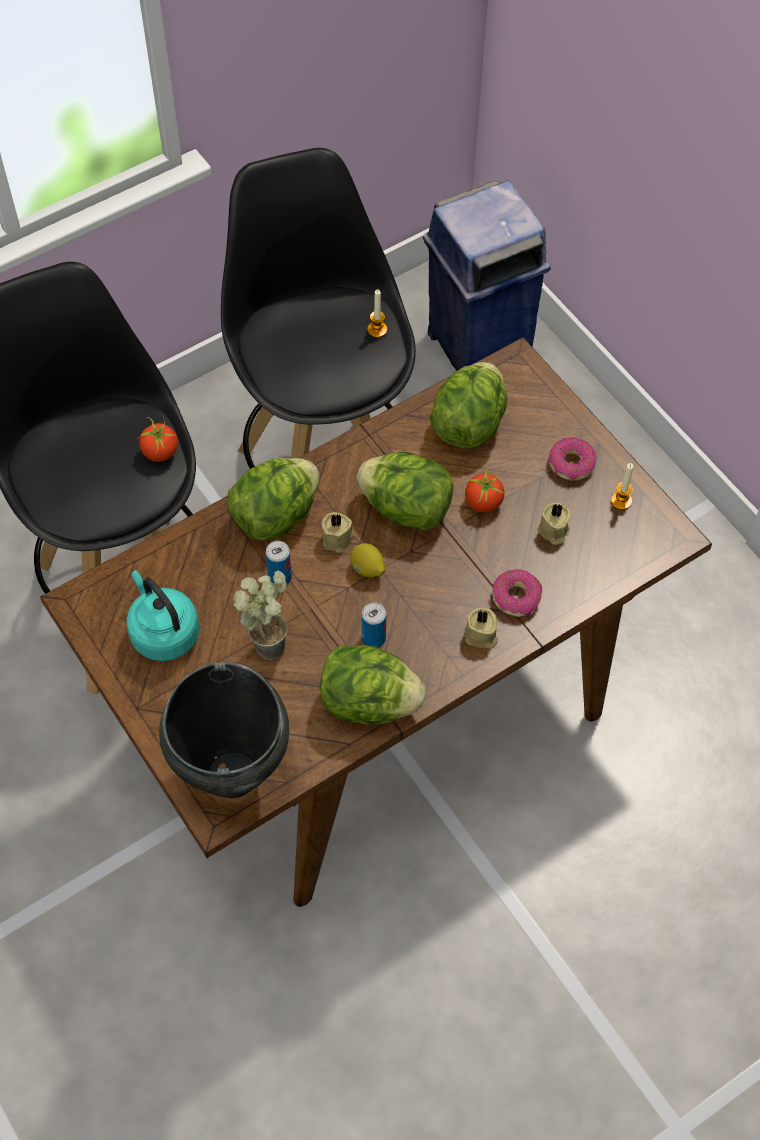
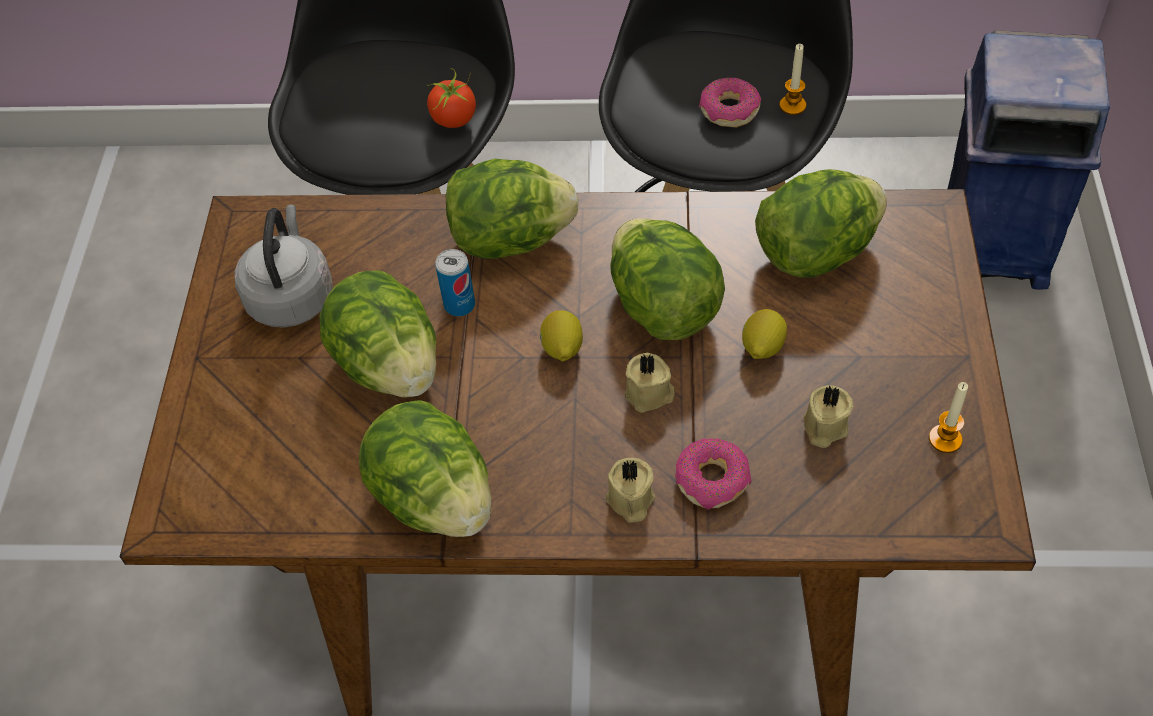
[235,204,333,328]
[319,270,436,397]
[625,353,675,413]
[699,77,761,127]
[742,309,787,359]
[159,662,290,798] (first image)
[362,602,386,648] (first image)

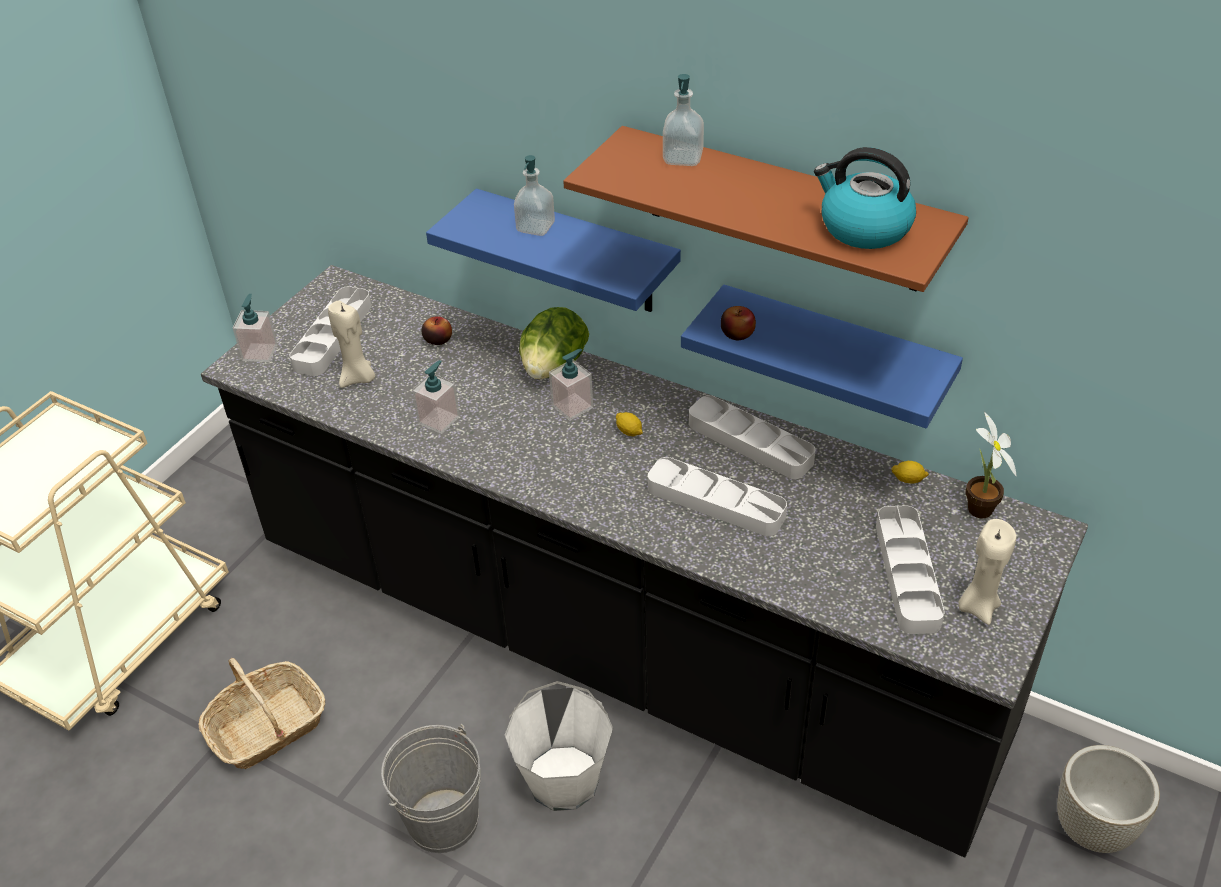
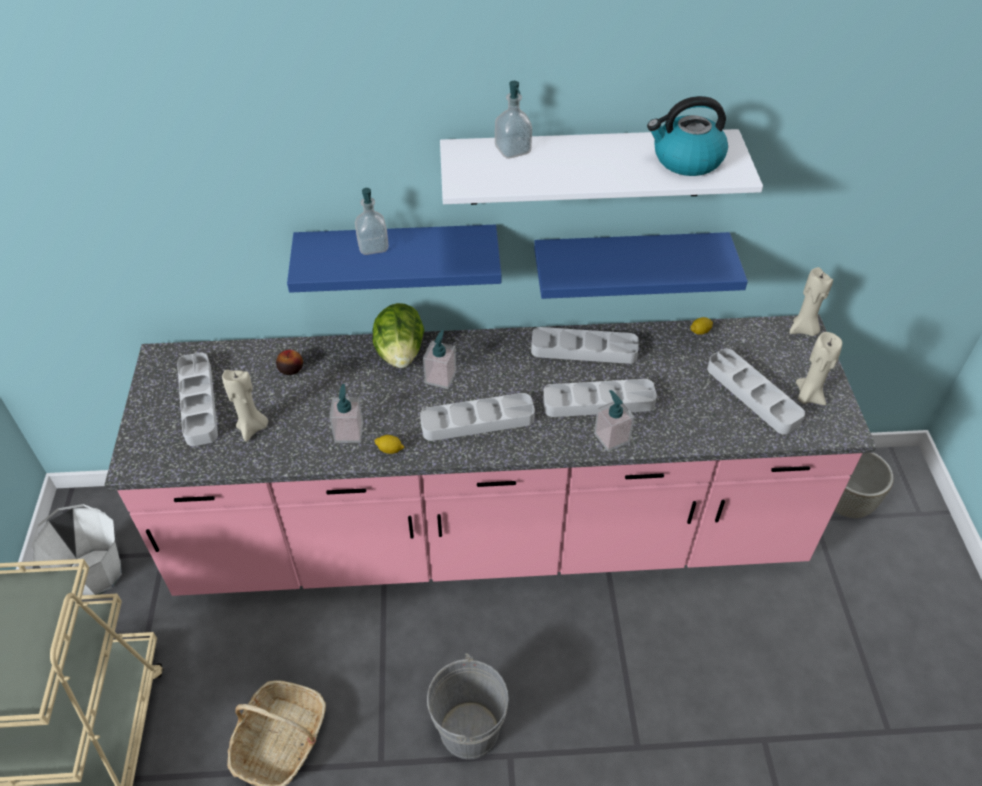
[31,504,122,595]
[105,315,876,596]
[374,435,404,454]
[420,393,535,441]
[440,129,763,205]
[594,390,634,451]
[789,267,833,336]
[721,306,756,340] (first image)
[966,412,1016,519] (first image)

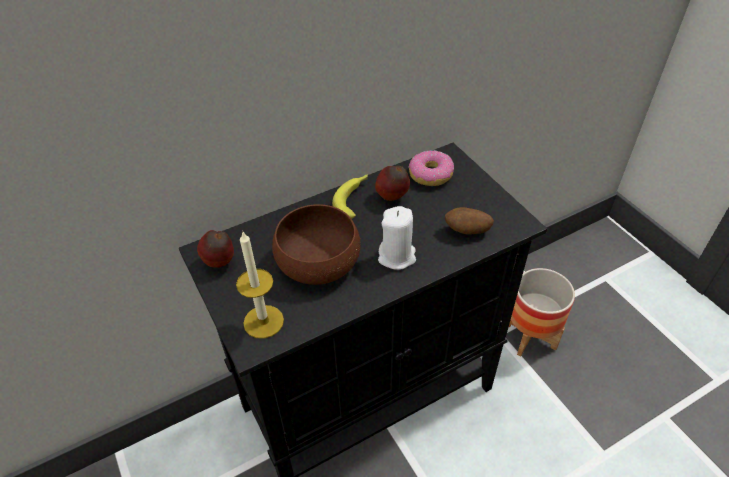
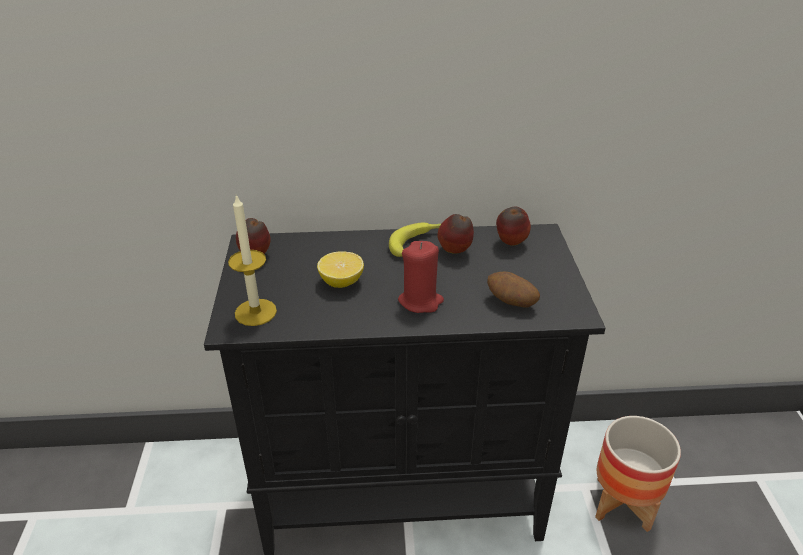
[317,251,364,288]
[398,241,444,313]
[496,207,531,246]

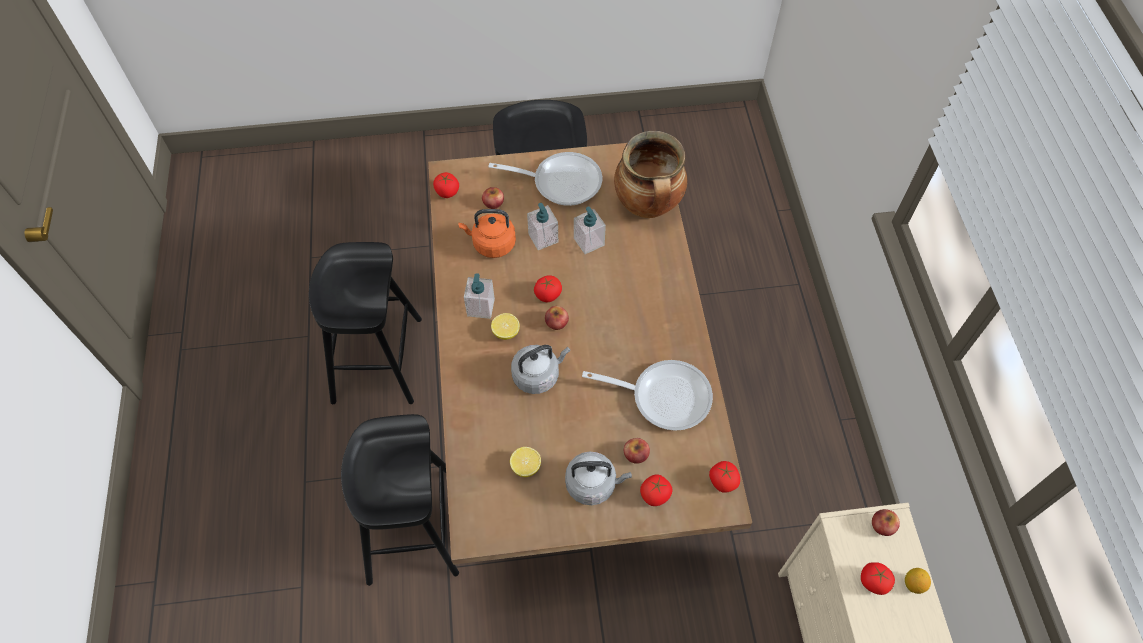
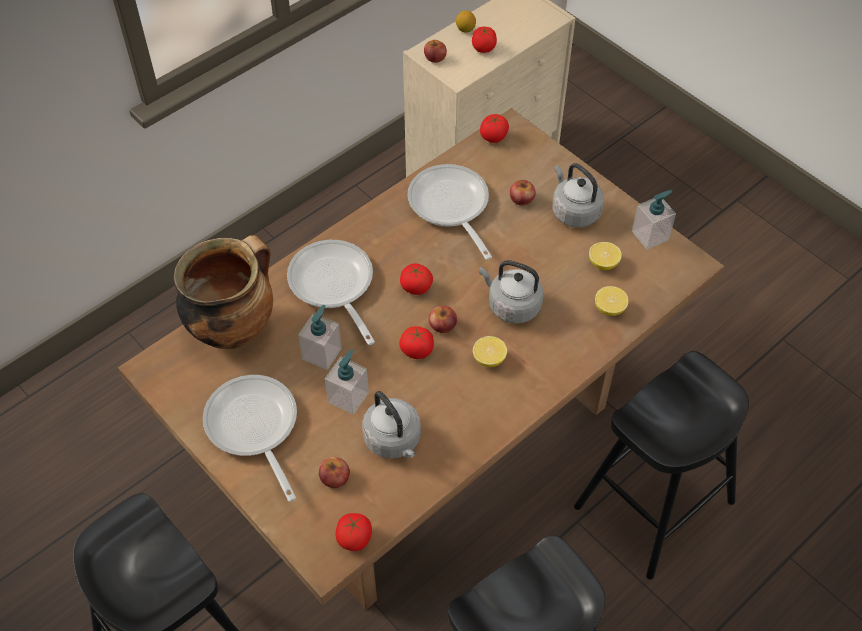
[287,240,375,345]
[362,391,421,459]
[400,263,433,295]
[595,286,629,316]
[632,190,676,250]

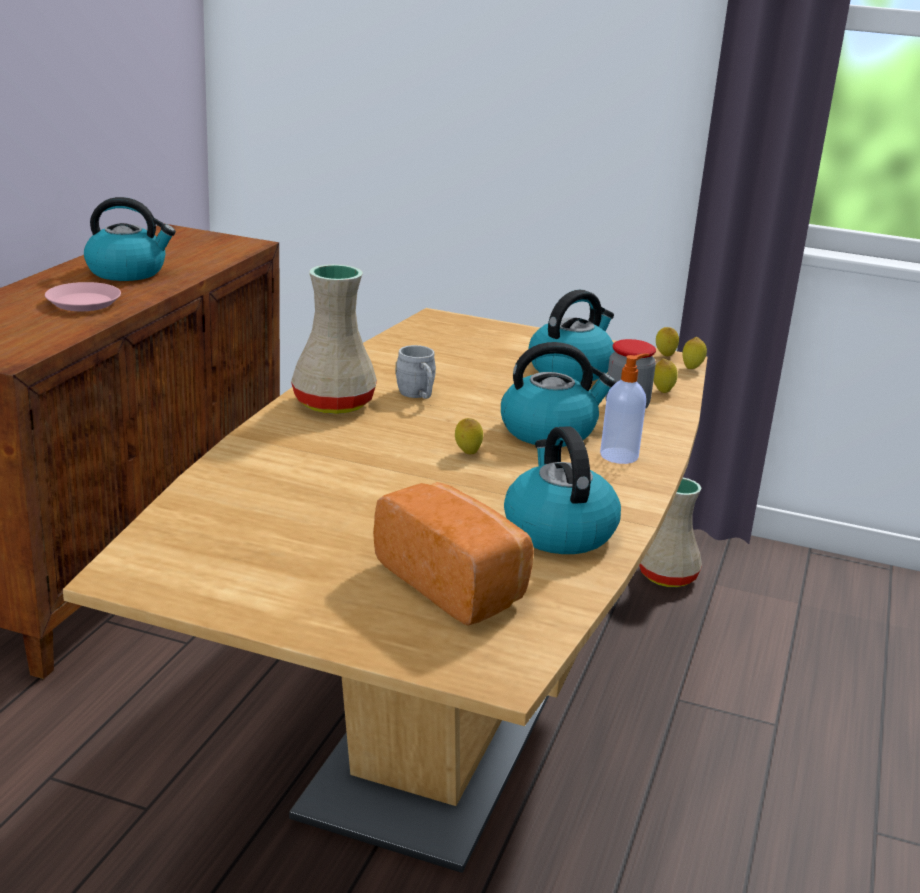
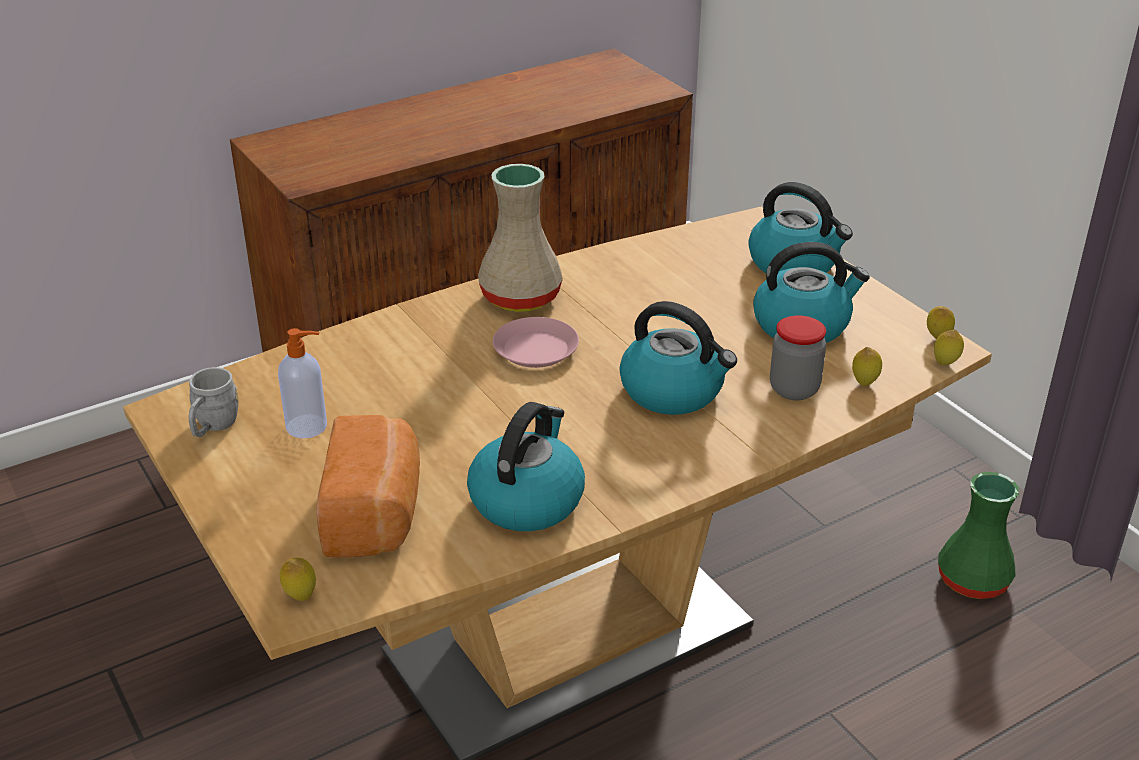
[189,367,239,437]
[278,328,327,438]
[280,558,316,601]
[493,317,579,368]
[748,182,853,273]
[938,472,1019,599]

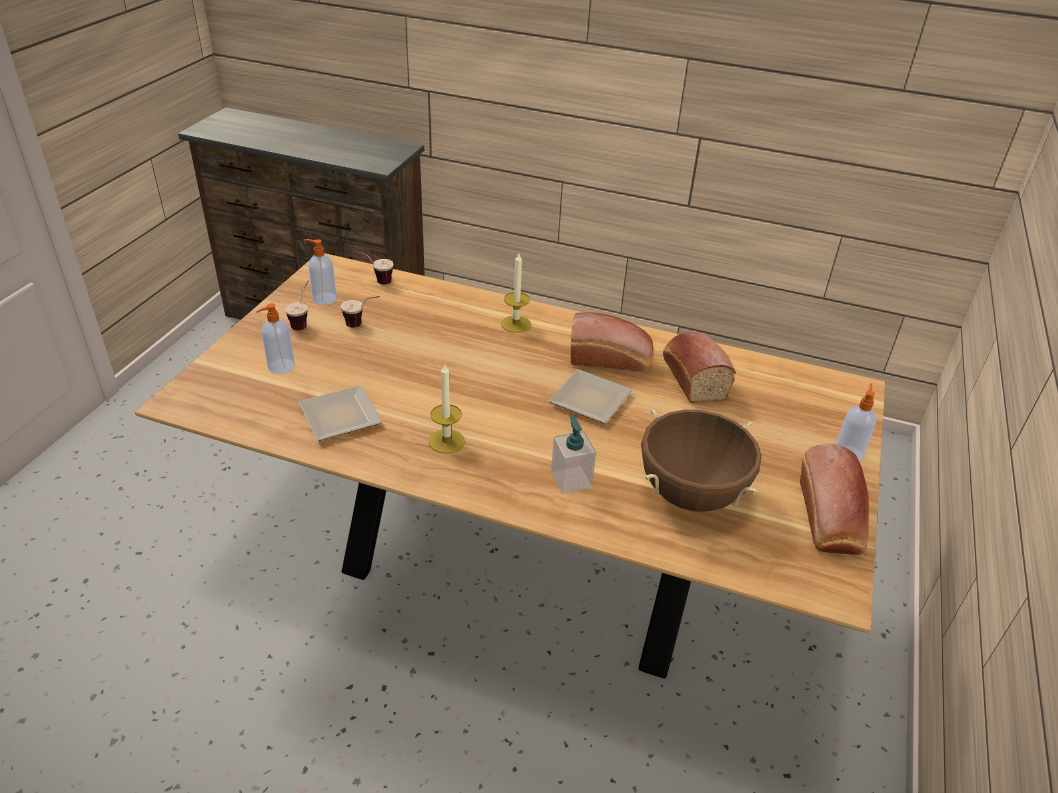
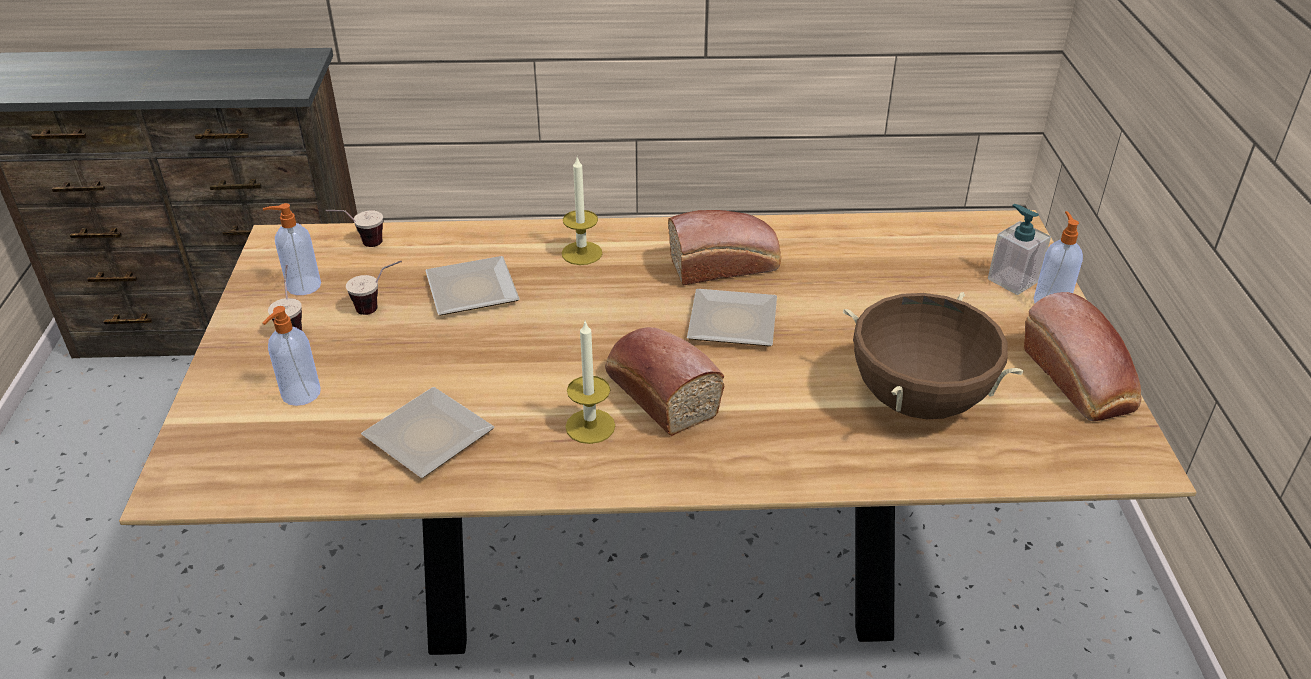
[425,256,519,316]
[605,327,724,436]
[988,204,1051,295]

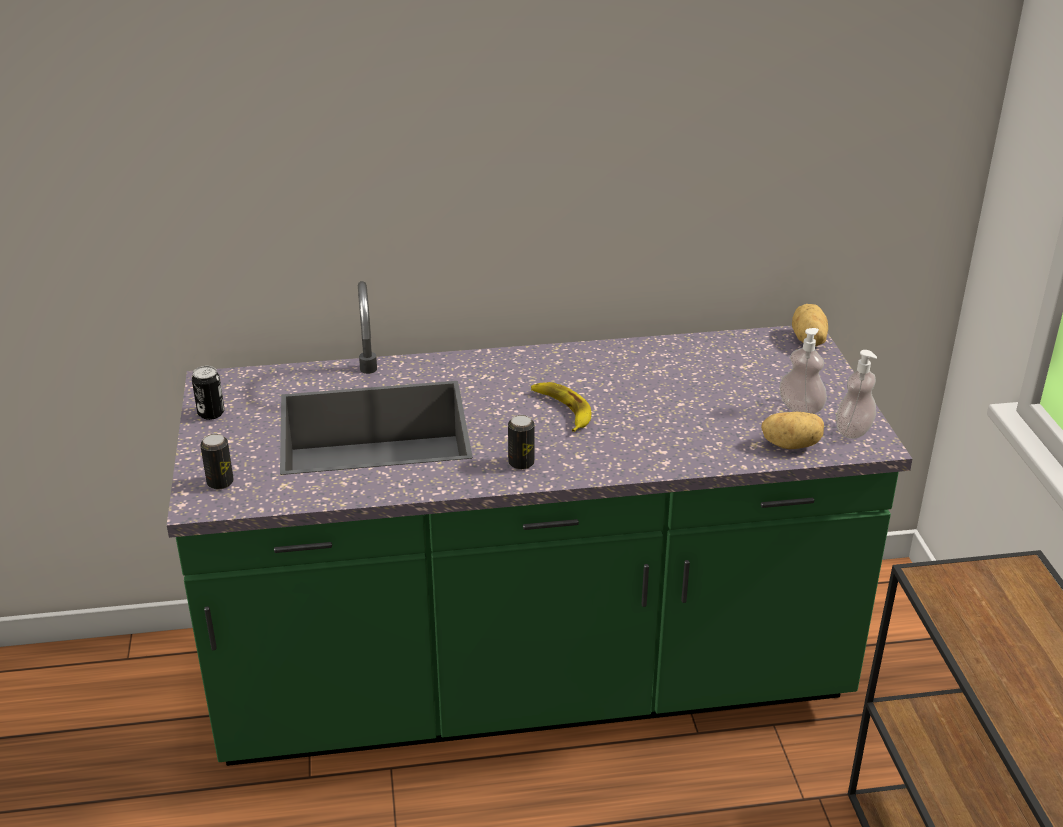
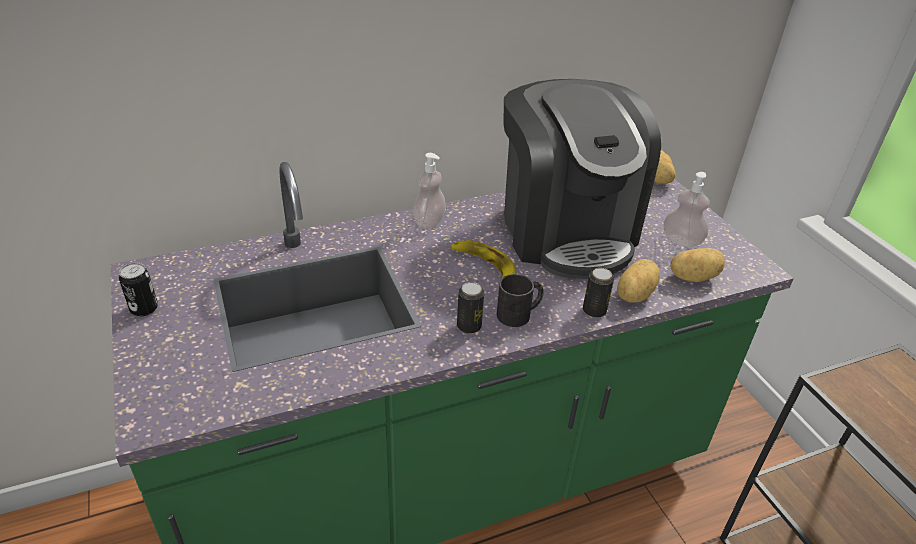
[413,153,446,228]
[497,274,544,327]
[504,79,661,279]
[583,268,614,318]
[617,259,660,303]

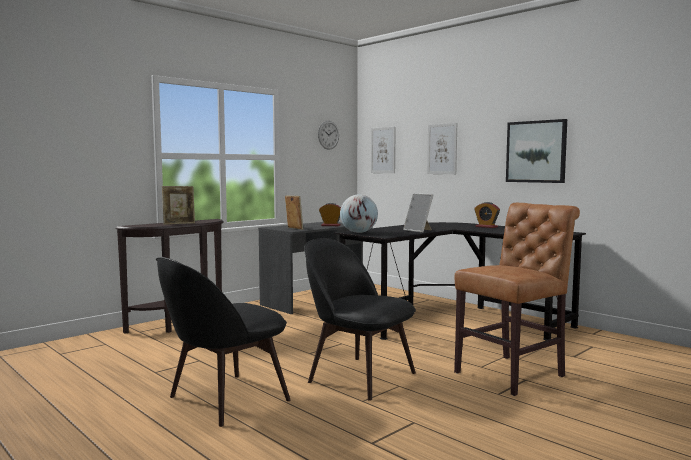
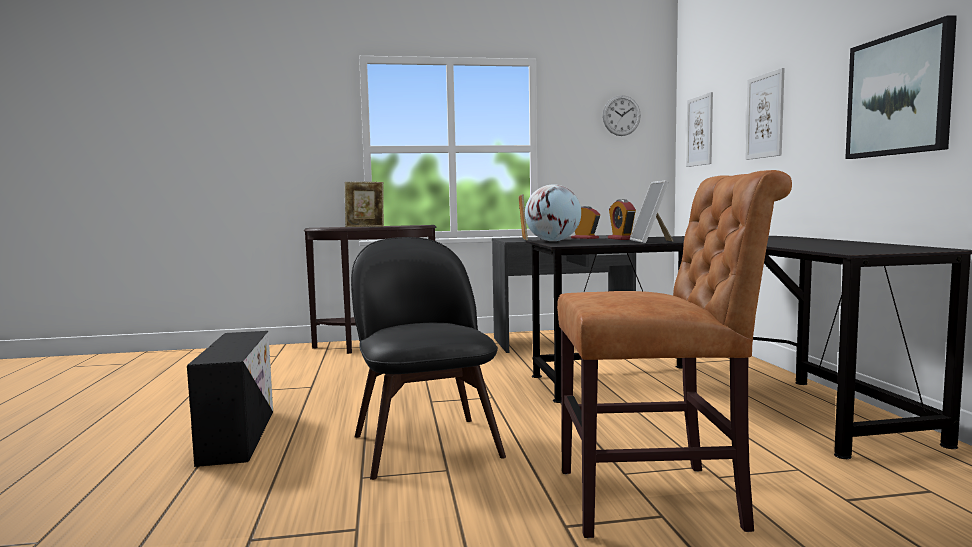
[187,331,273,467]
[608,199,636,240]

